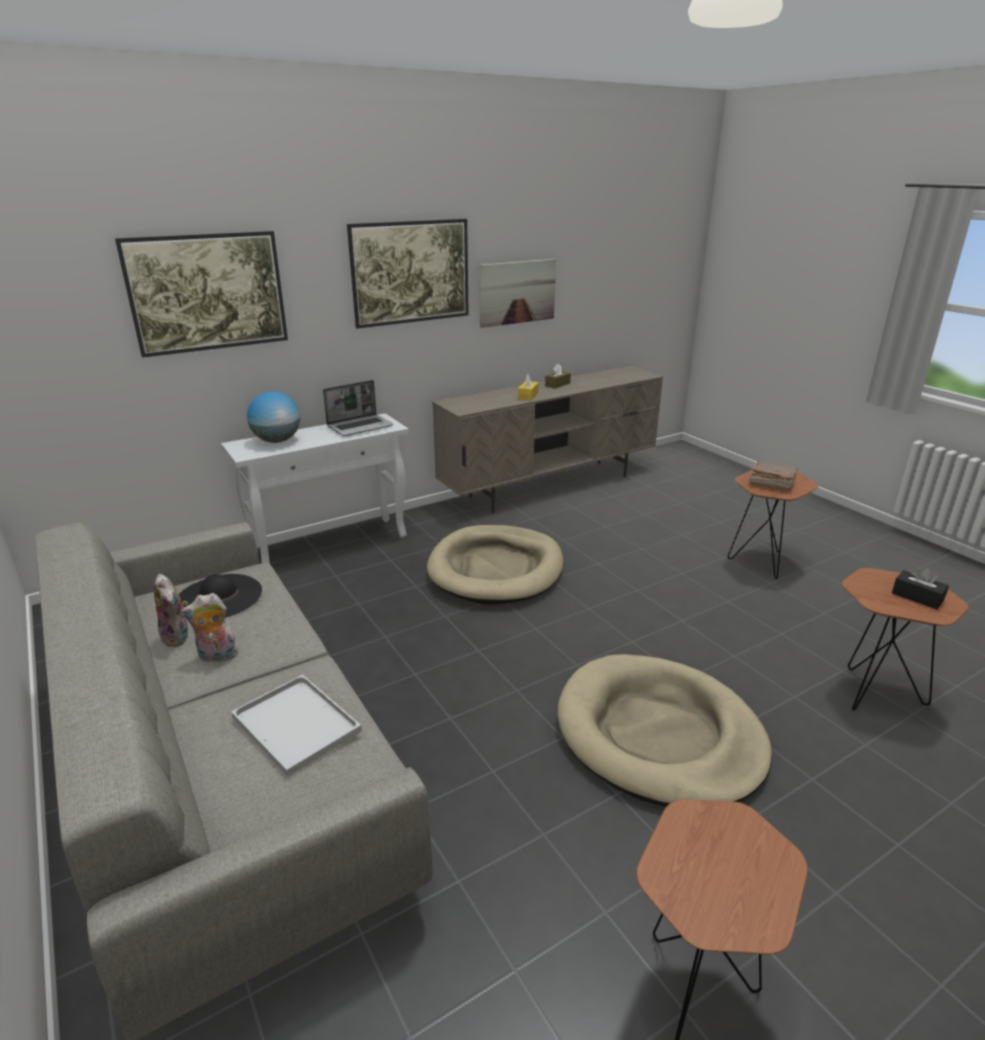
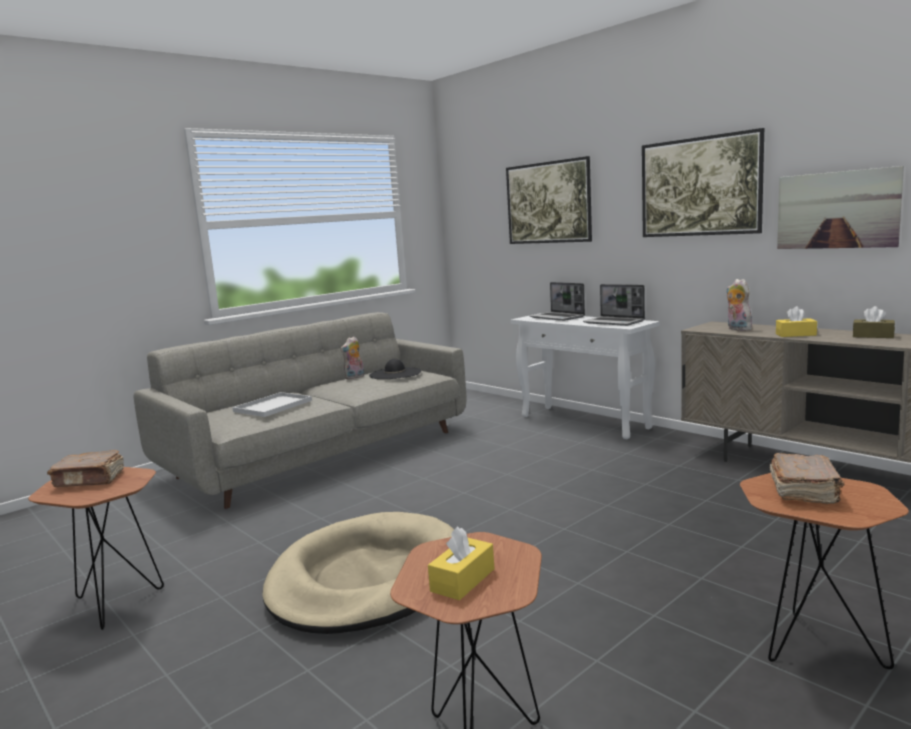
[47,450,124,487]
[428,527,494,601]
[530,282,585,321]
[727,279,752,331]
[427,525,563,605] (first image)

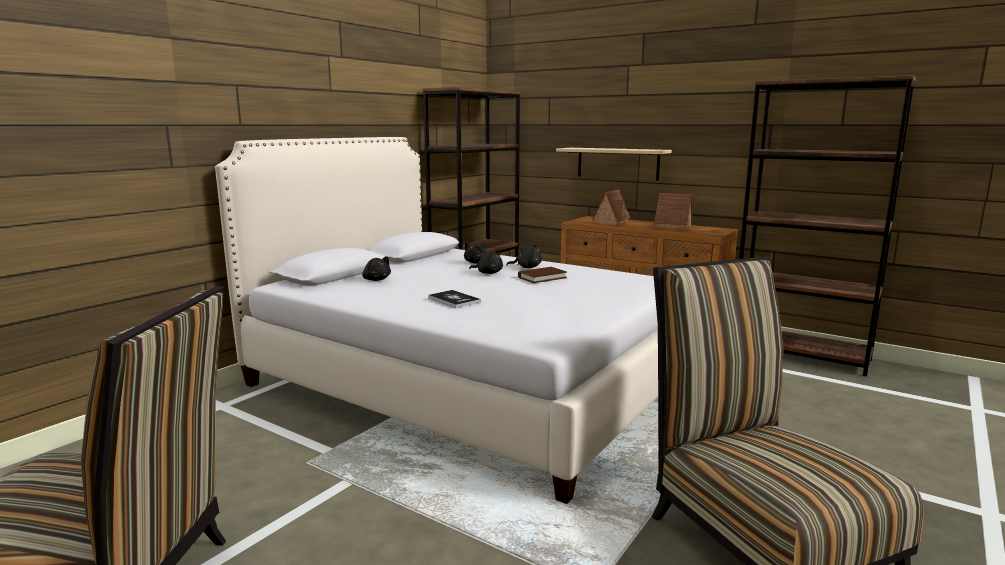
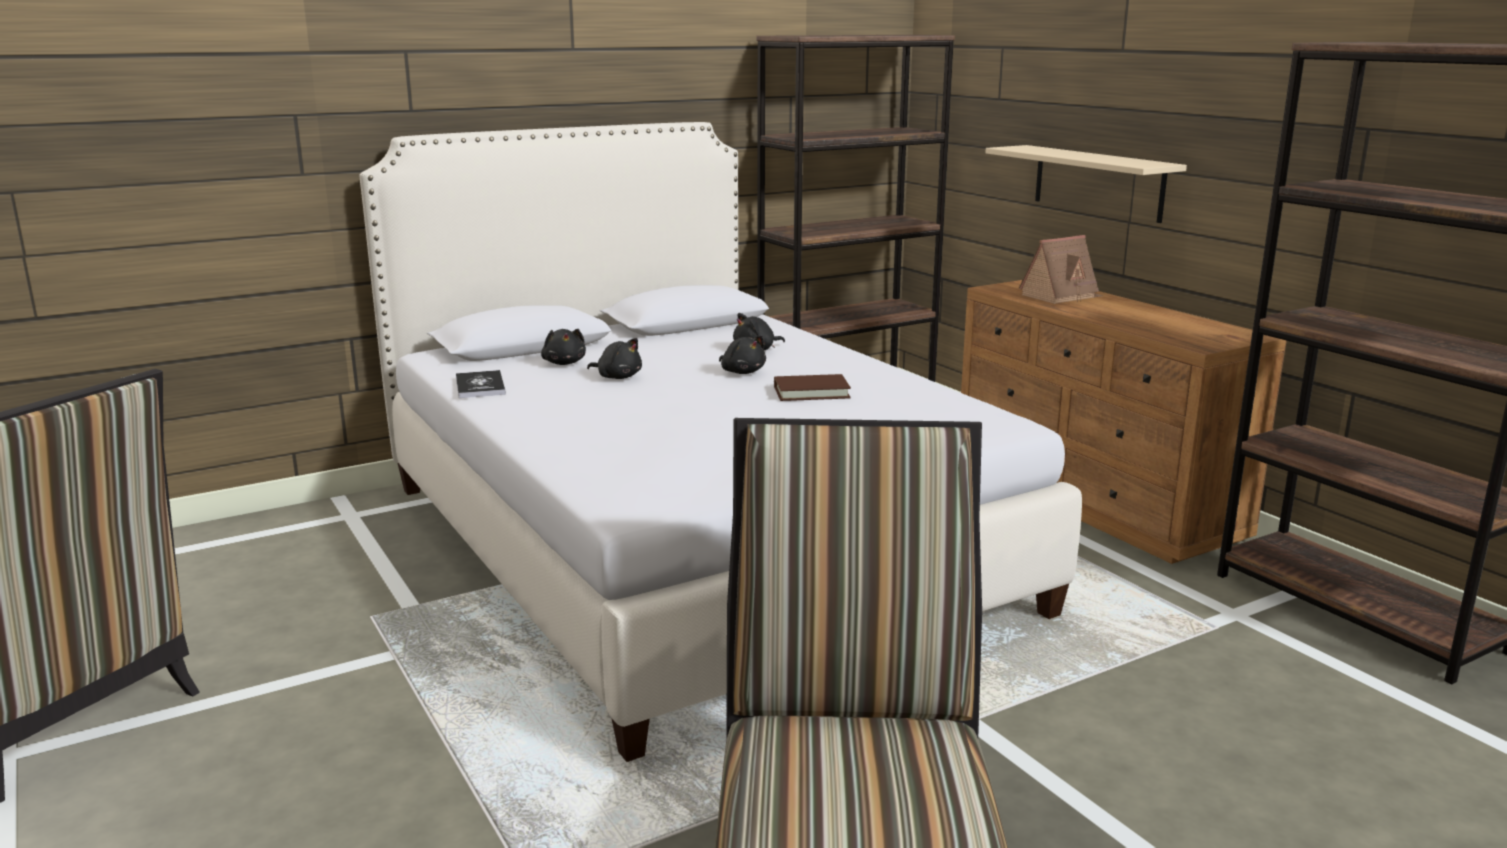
[456,370,506,398]
[587,338,642,379]
[649,193,693,229] (first image)

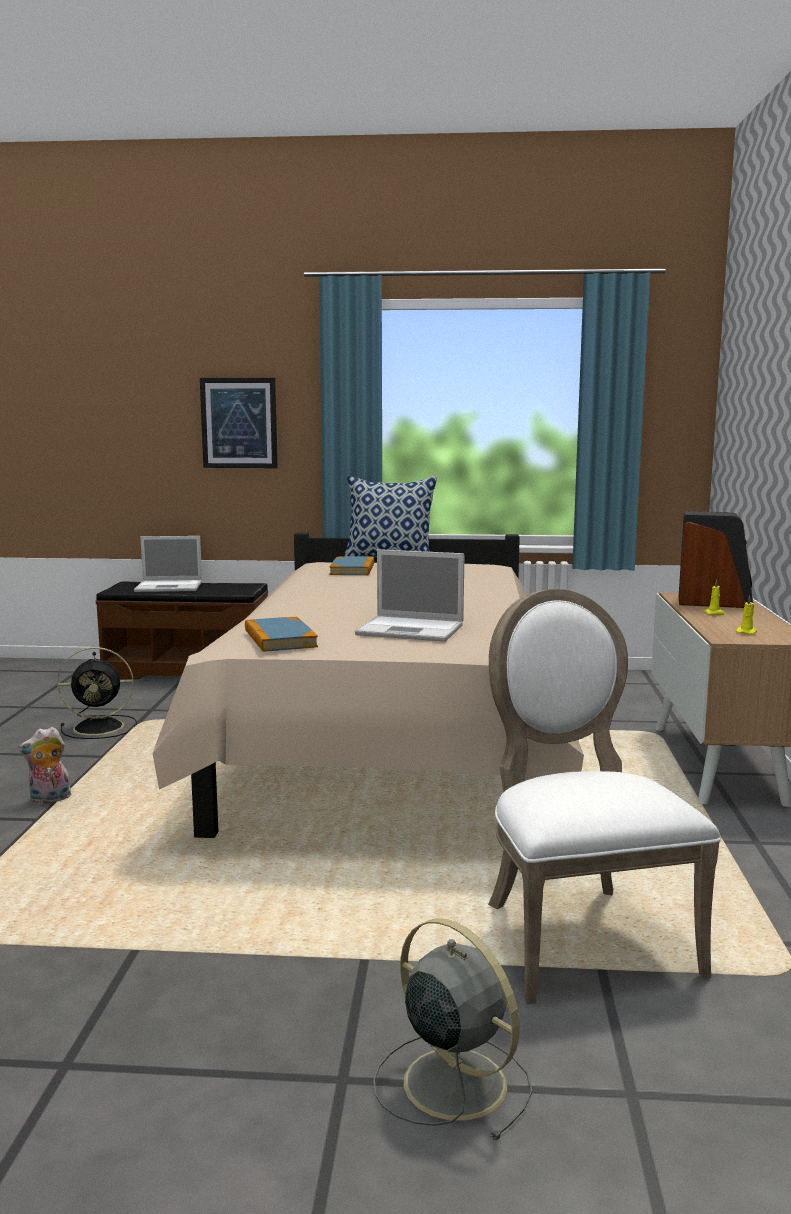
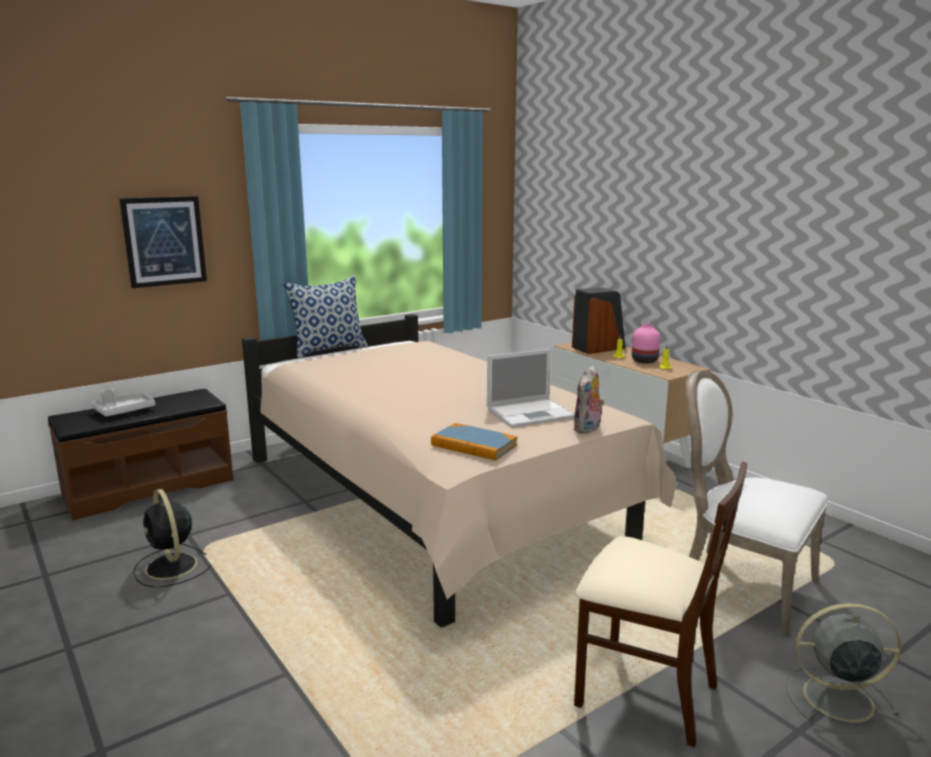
[92,389,155,417]
[134,489,211,588]
[573,365,605,434]
[574,461,747,747]
[632,324,660,363]
[329,556,374,575] (first image)

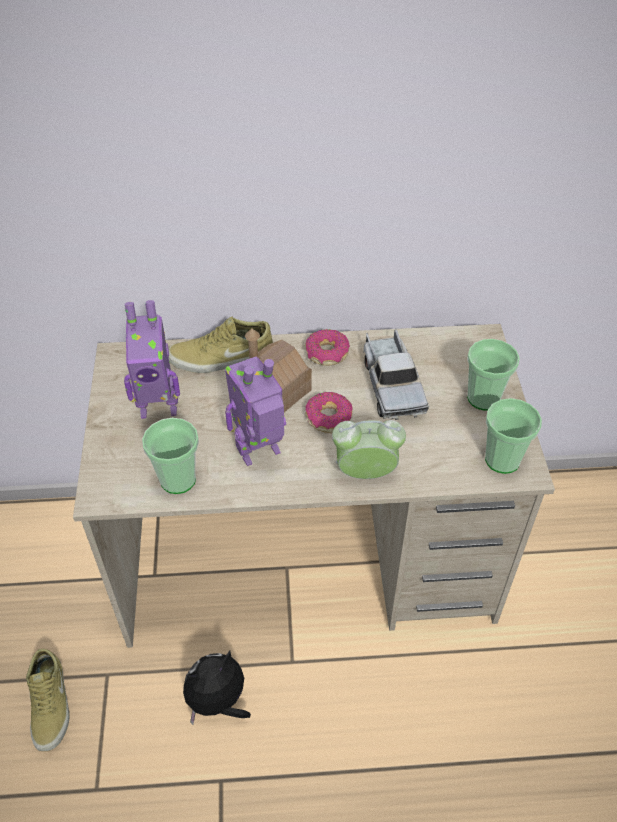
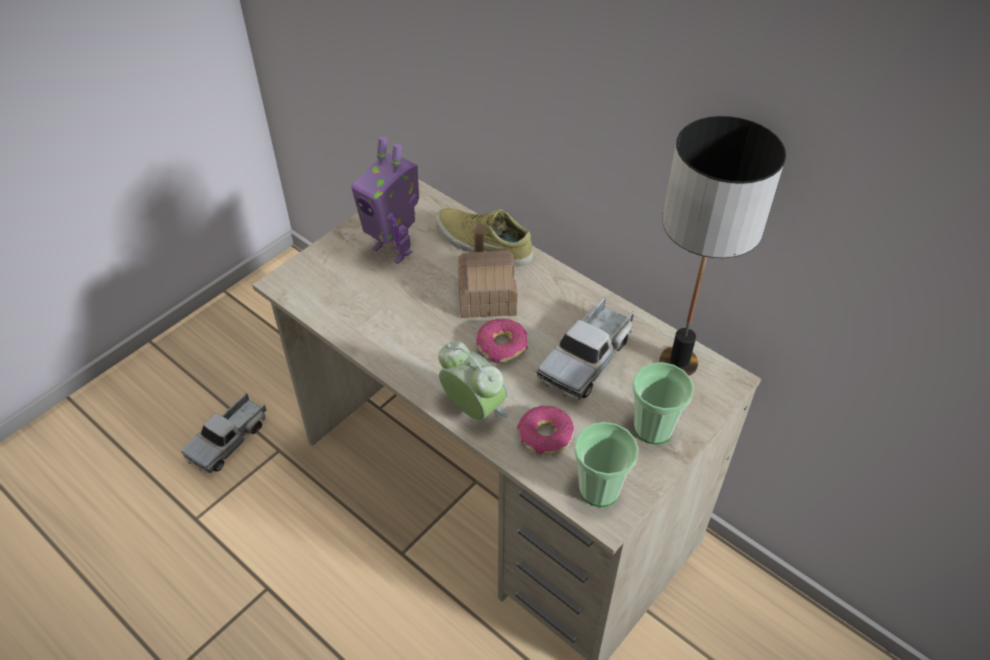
[181,393,267,473]
[517,406,574,456]
[659,116,786,376]
[142,418,199,494] (first image)
[183,651,251,725] (first image)
[225,357,286,466] (first image)

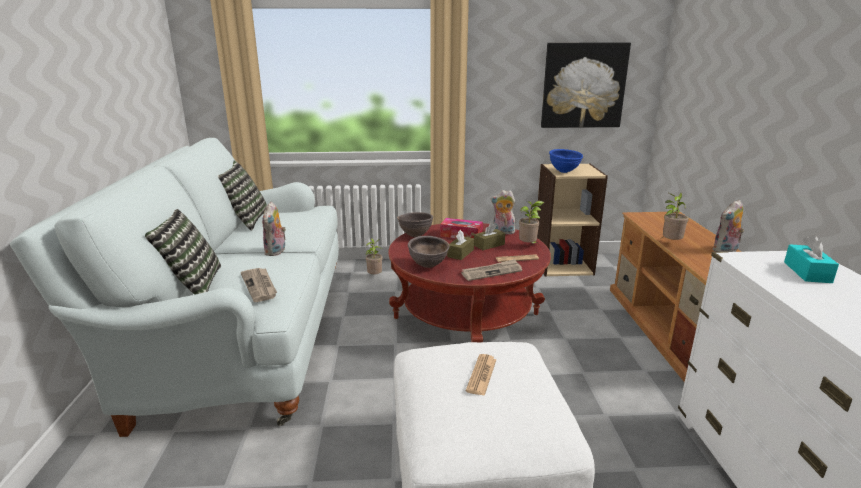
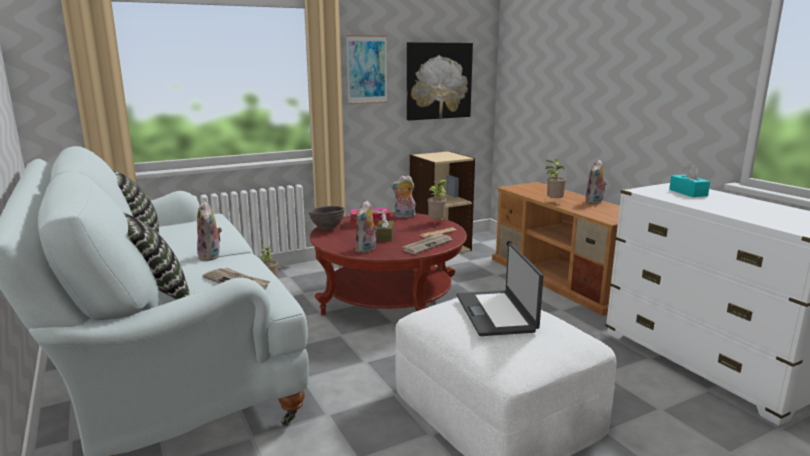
[346,35,387,104]
[355,200,378,253]
[457,243,543,336]
[474,223,505,250] (first image)
[549,149,583,173] (first image)

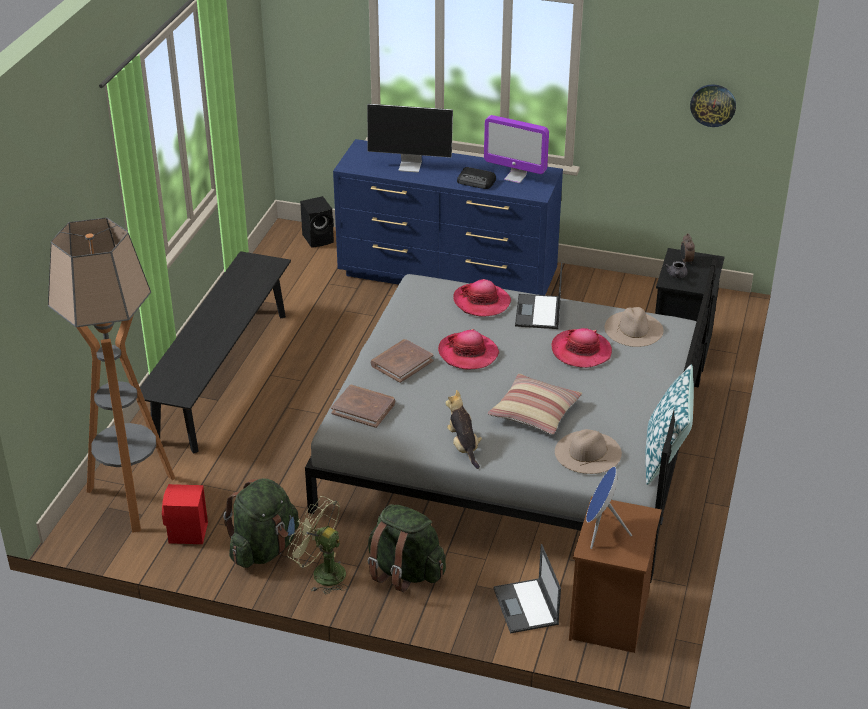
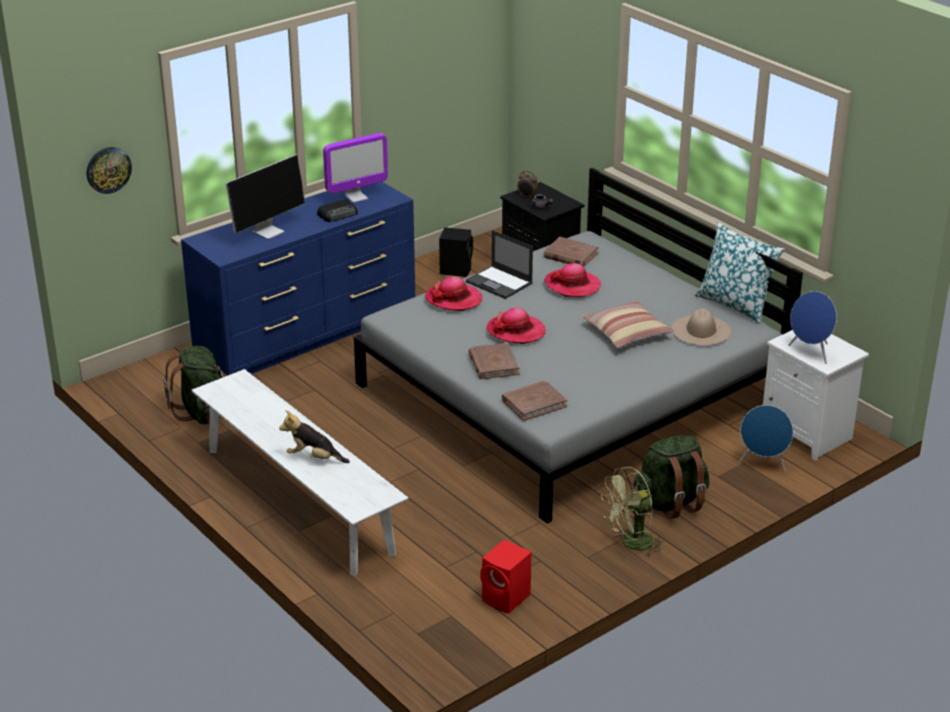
[87,147,132,194]
[164,346,225,424]
[192,369,408,576]
[279,410,350,463]
[439,227,473,277]
[544,237,599,267]
[739,405,793,472]
[763,330,869,461]
[48,218,175,533] (first image)

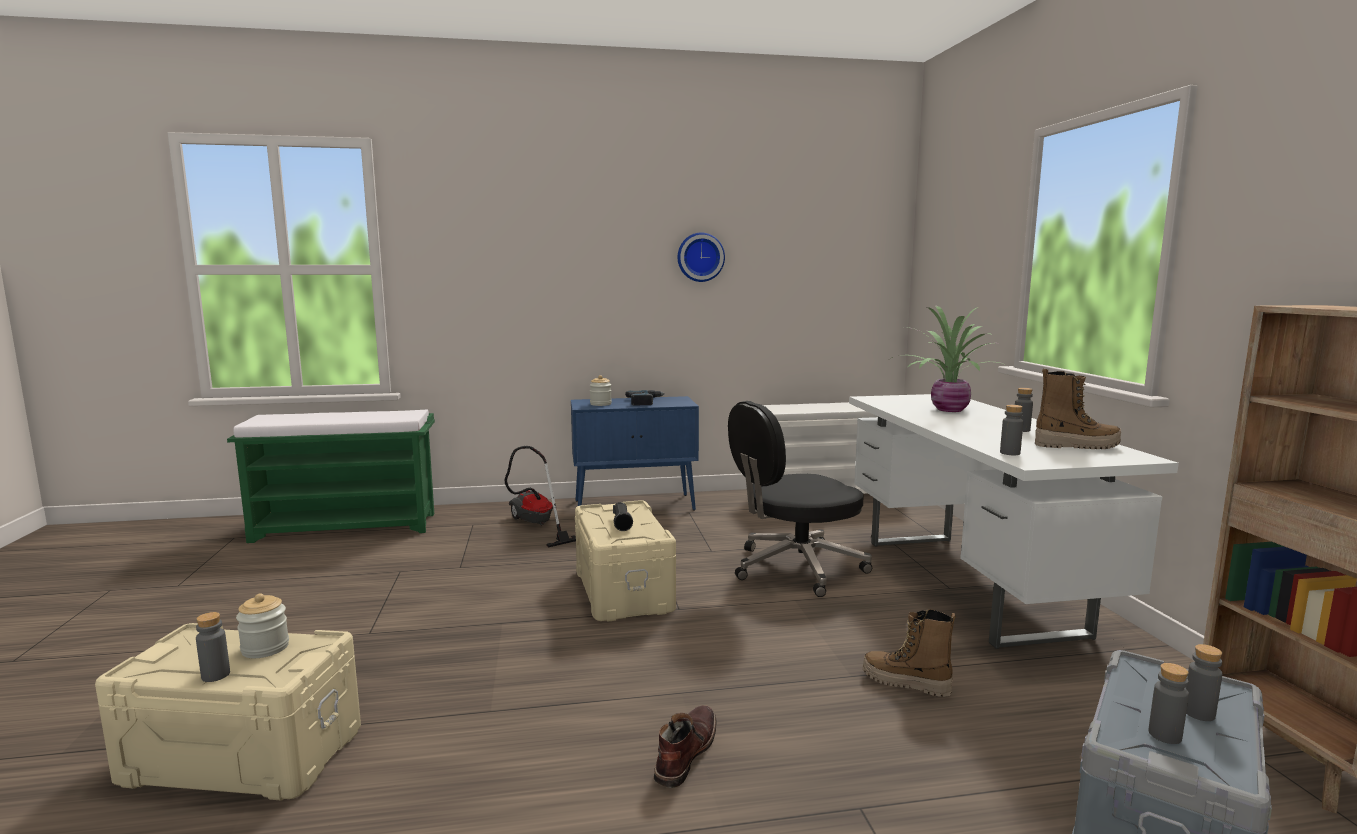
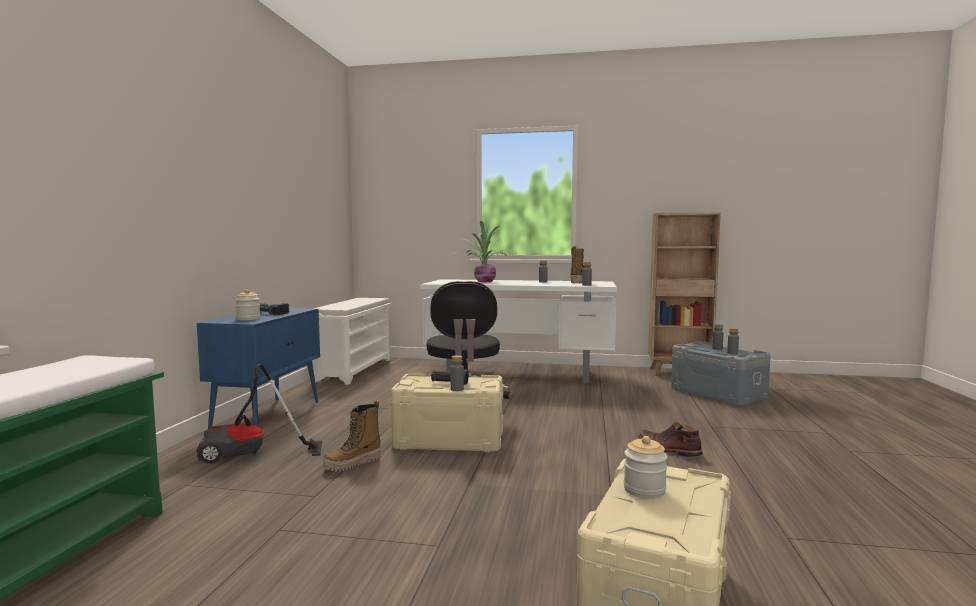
[323,401,381,472]
[451,355,464,391]
[678,232,725,282] (first image)

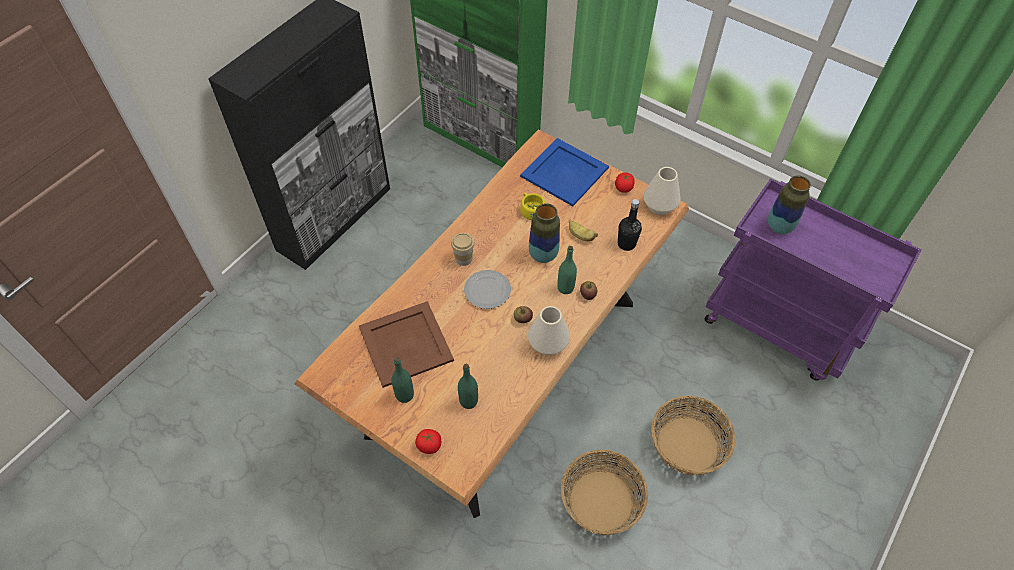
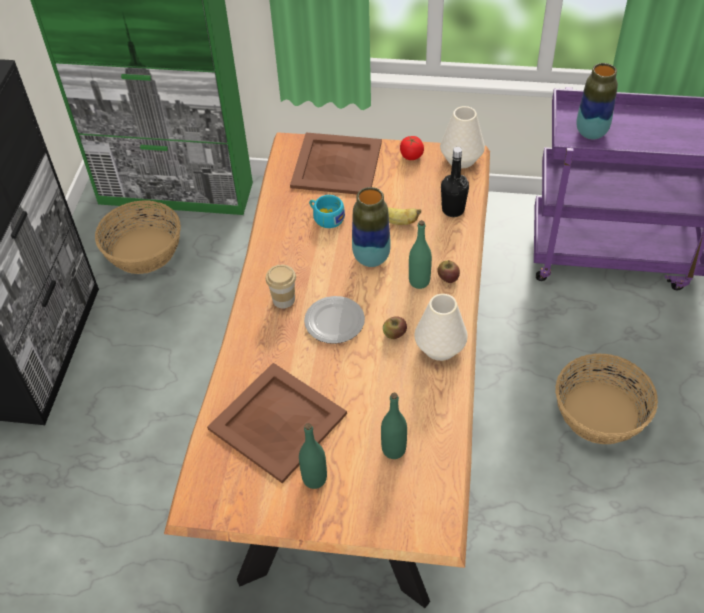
[95,200,181,274]
[290,133,382,194]
[309,195,345,228]
[415,429,441,454] (first image)

